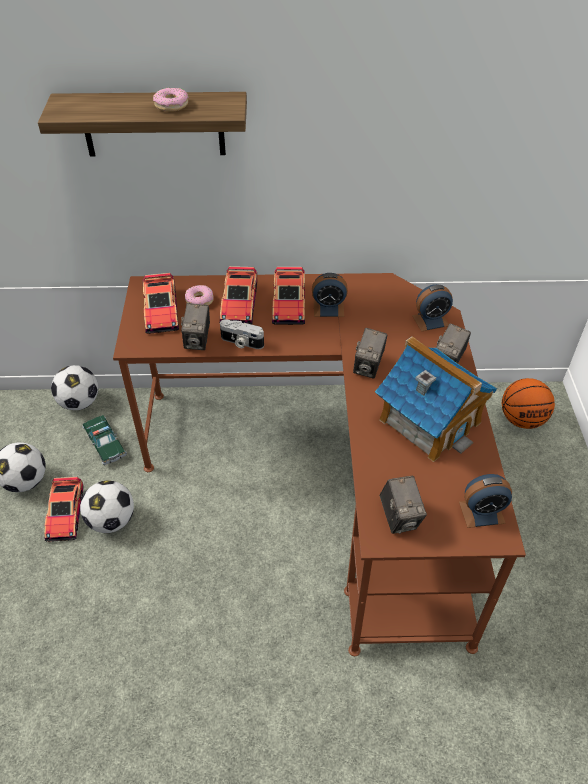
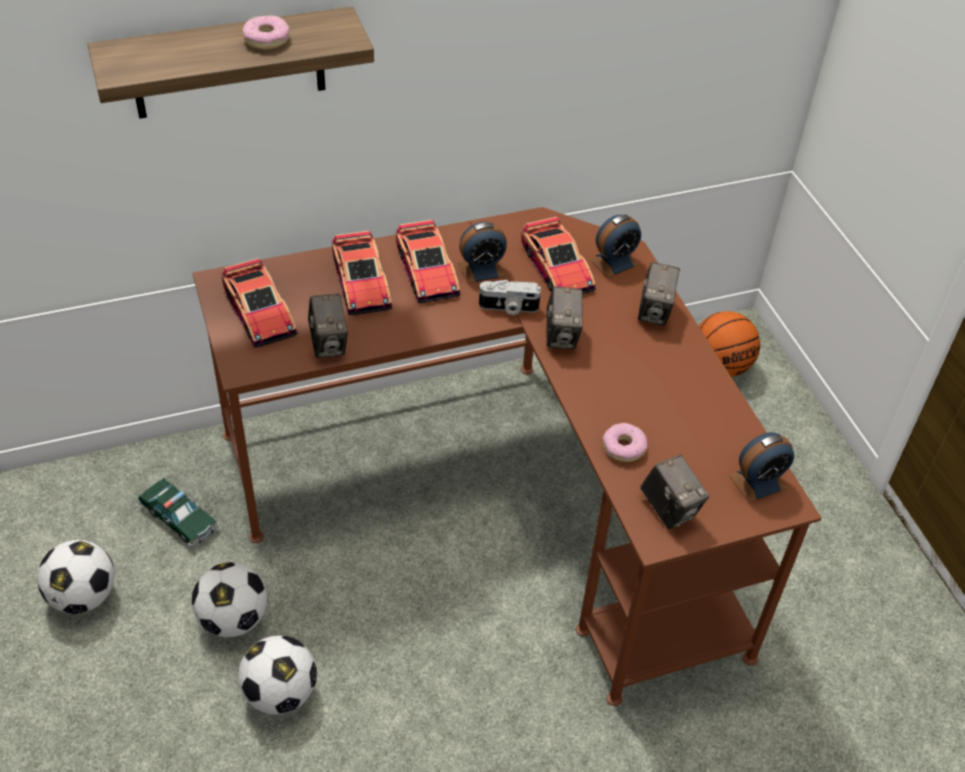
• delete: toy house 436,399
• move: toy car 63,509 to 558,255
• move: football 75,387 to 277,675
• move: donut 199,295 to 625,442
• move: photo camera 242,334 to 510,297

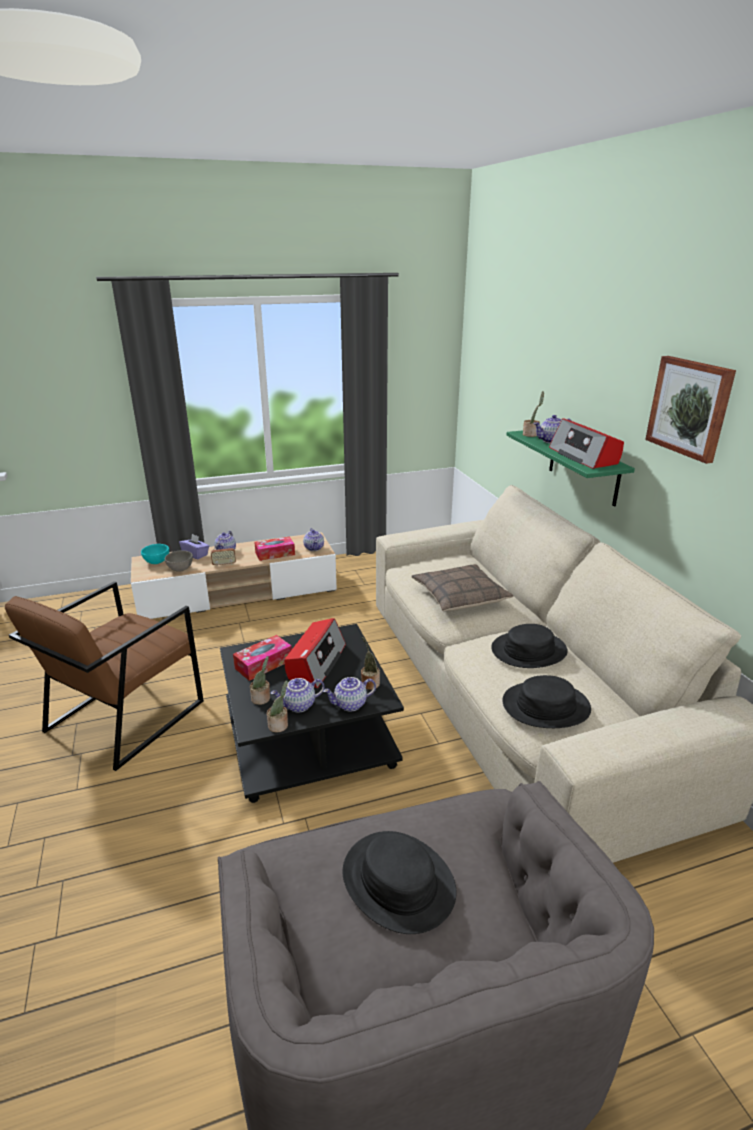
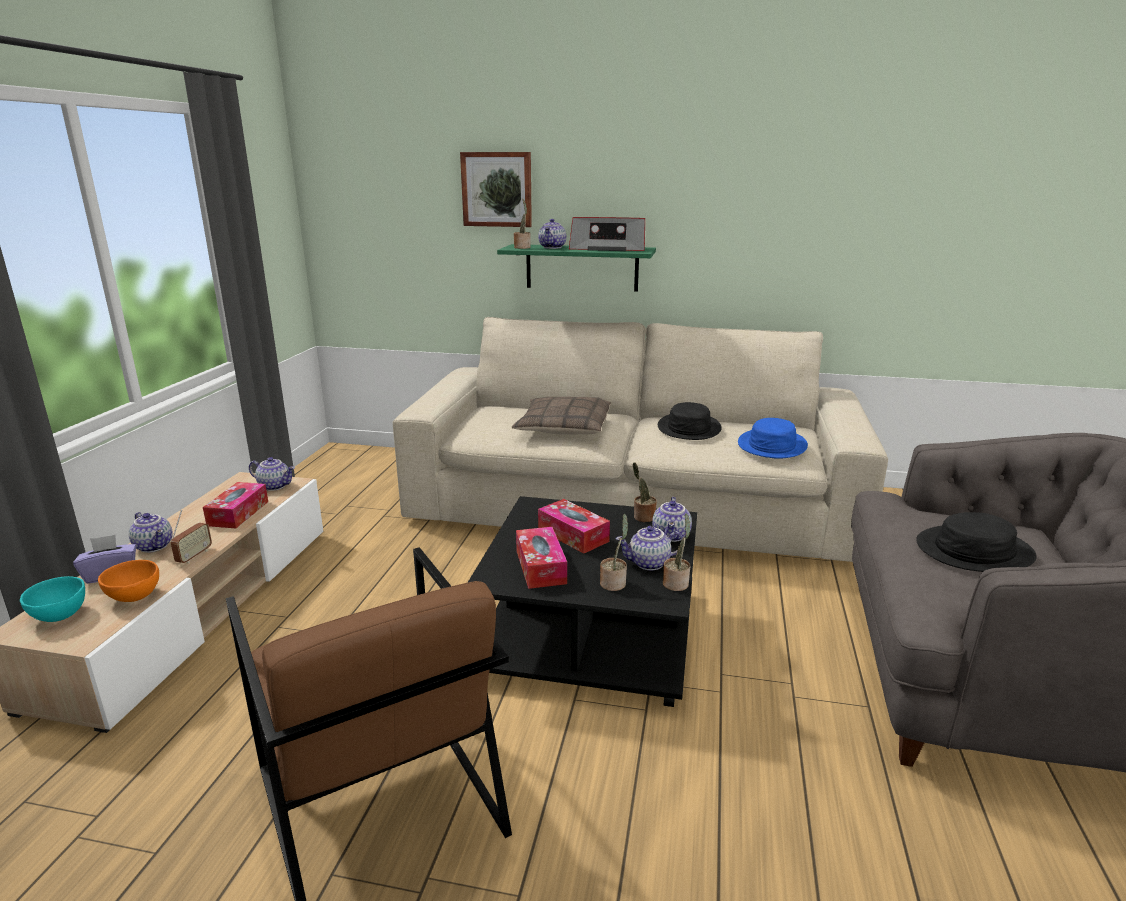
• move: picture 690,410 to 496,189
• replace: radio 315,653 to tissue box 574,526
• recolor: grey bowl 179,561 to orange bowl 128,581
• recolor: black hat 547,701 to blue hat 773,438
• rotate: teapot 298,695 = 649,548 75 degrees clockwise

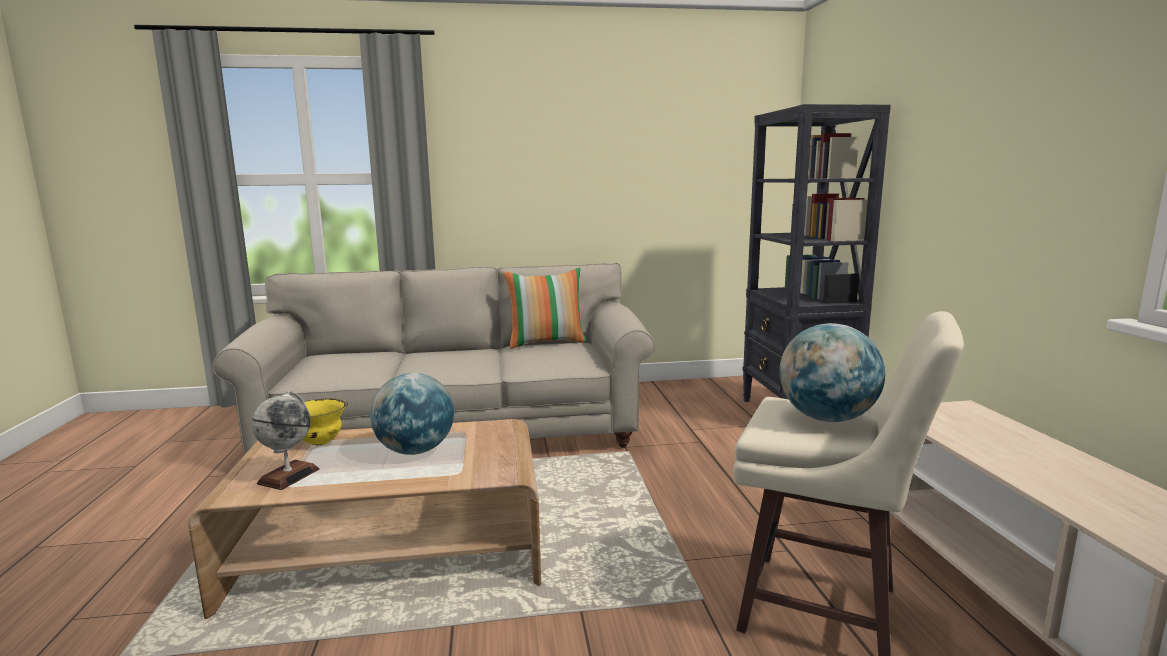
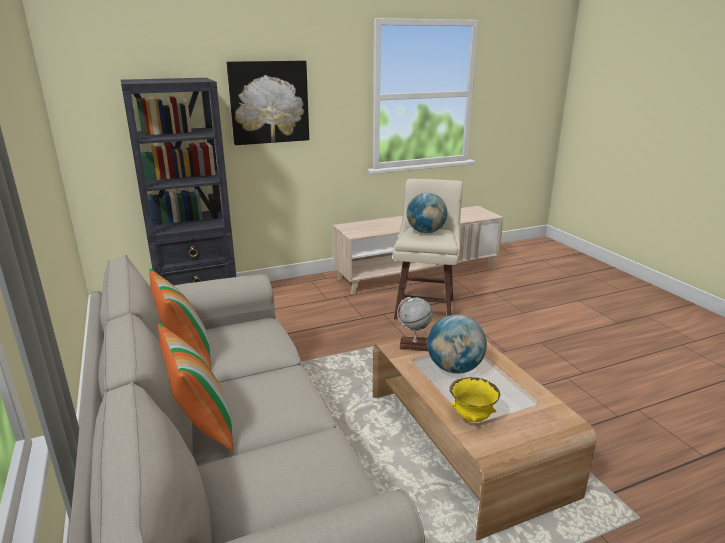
• insert: pillow 196,387
• insert: picture 268,103
• move: globe 285,440 to 415,324

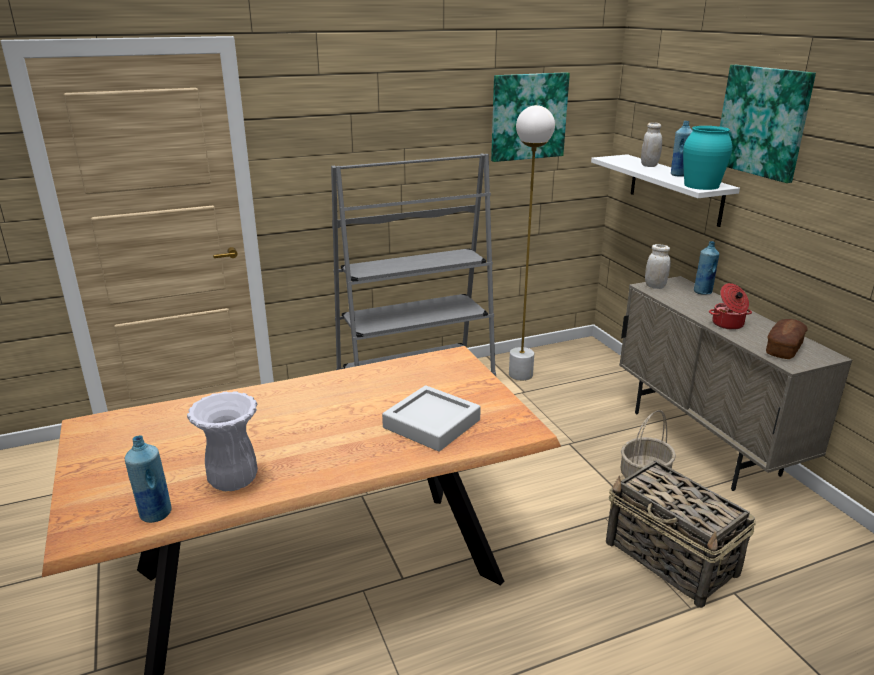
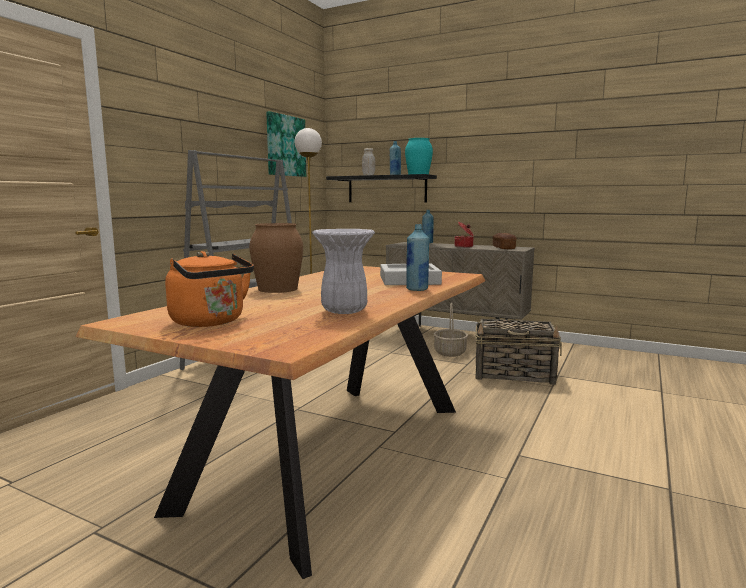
• delete: white jar 658,266
• delete: picture 768,124
• insert: orange kettle 209,289
• insert: brown vase 276,258
• move: blue bottle 148,479 to 417,257
• recolor: white shelf 665,190 to black shelf 381,188

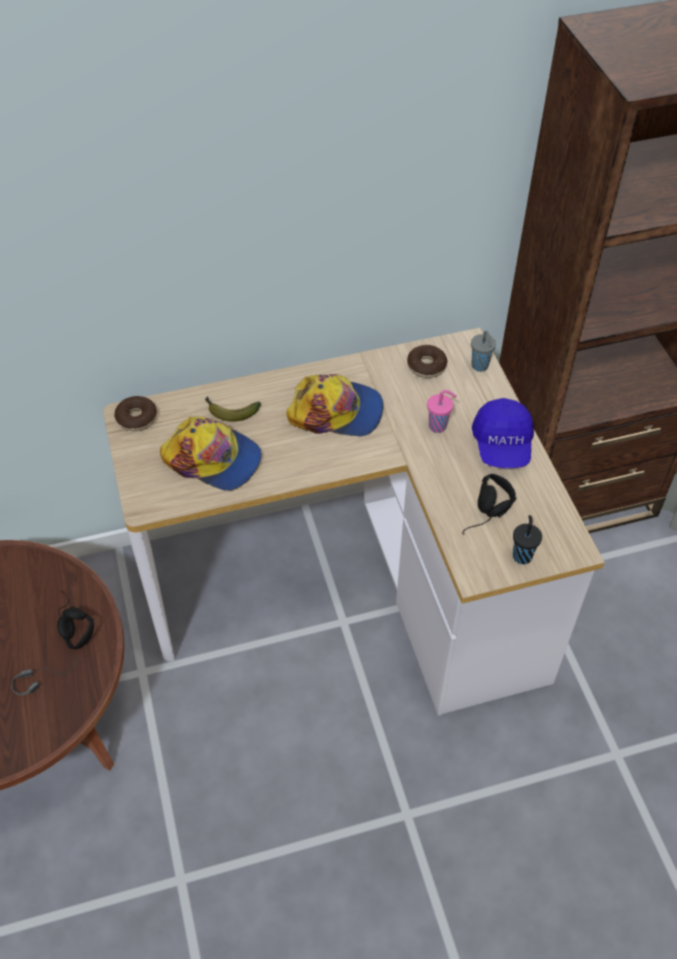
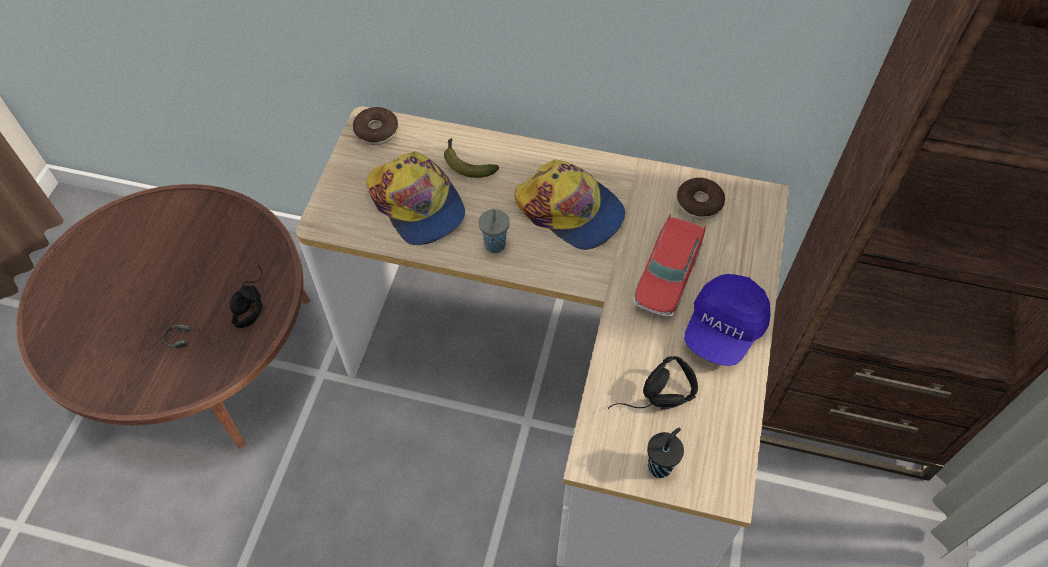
• move: grey cup 483,351 to 494,231
• replace: pink cup 442,411 to toy car 669,265

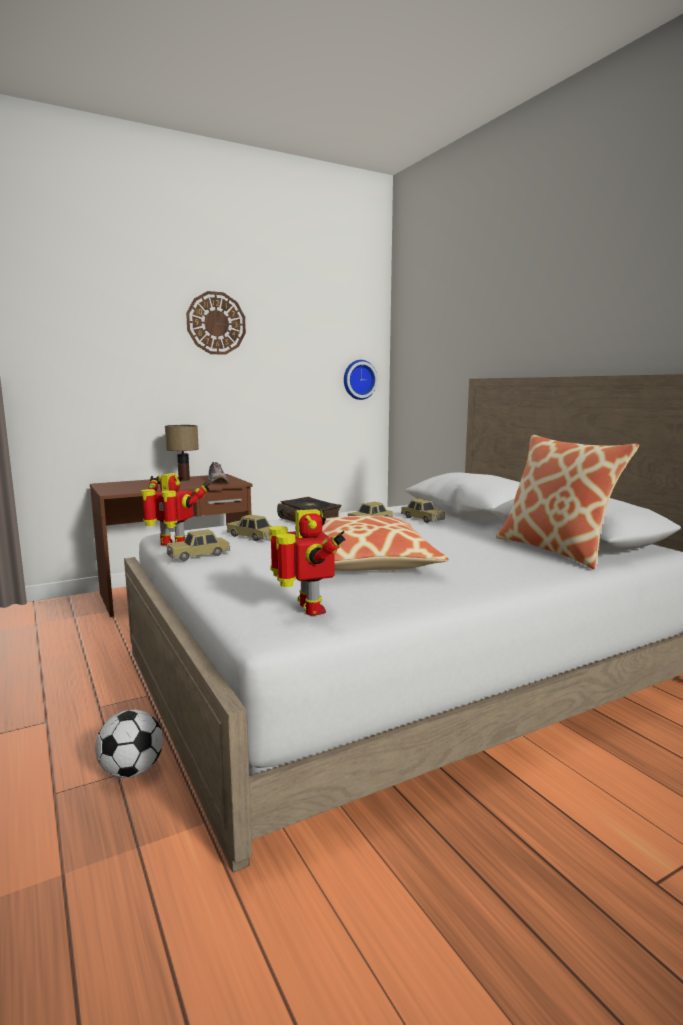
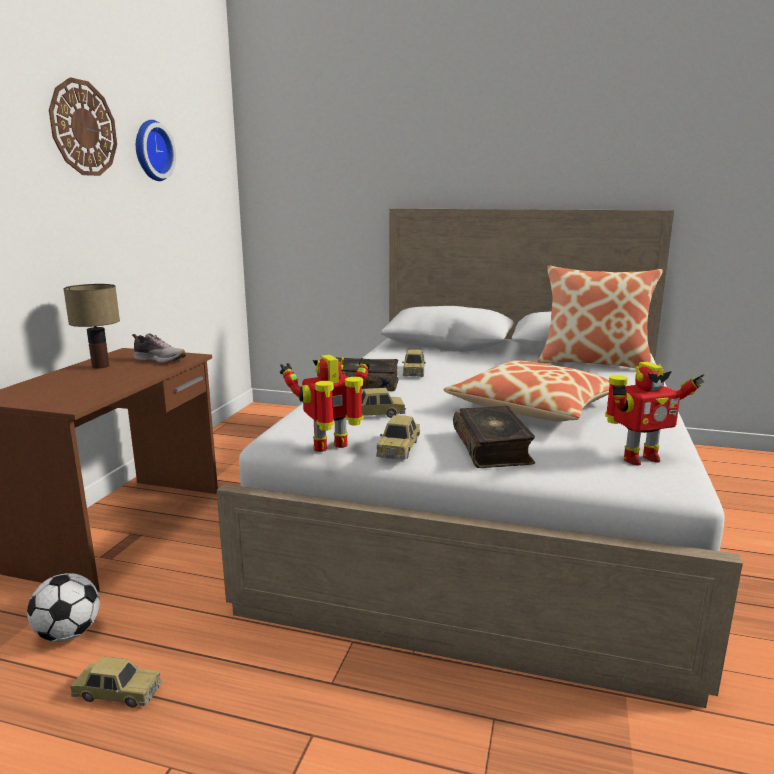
• insert: book 494,437
• move: football 129,744 to 63,607
• move: wall clock 361,380 to 156,150
• move: toy car 423,511 to 116,682
• rotate: toy robot 307,562 = 654,414 135 degrees clockwise

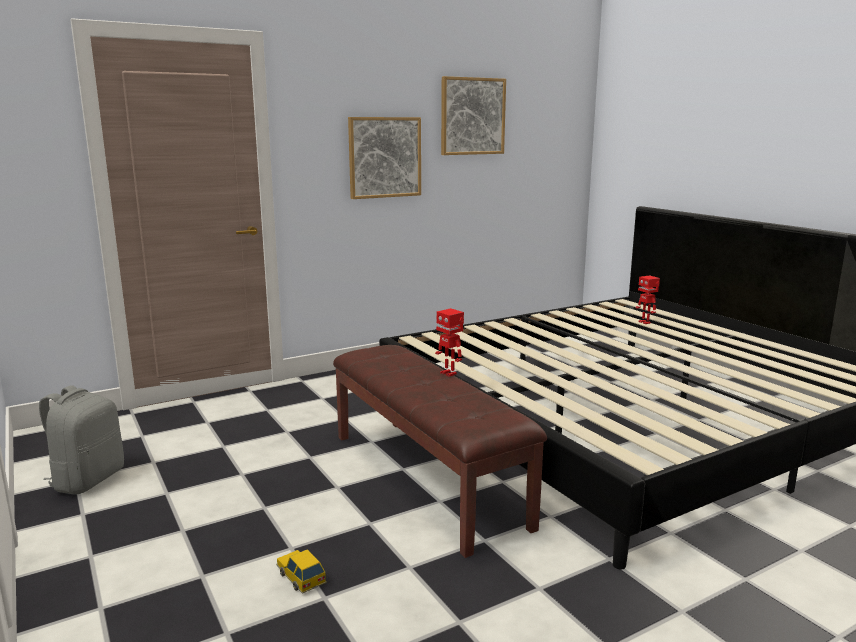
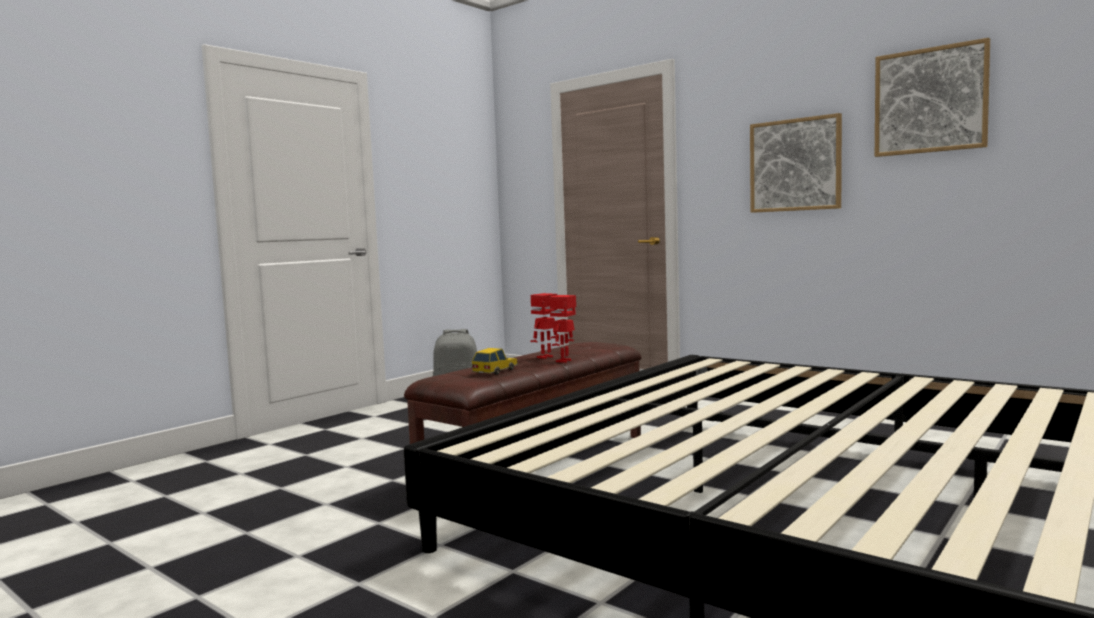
• move: toy car 301,571 to 495,361
• move: toy robot 648,300 to 544,326

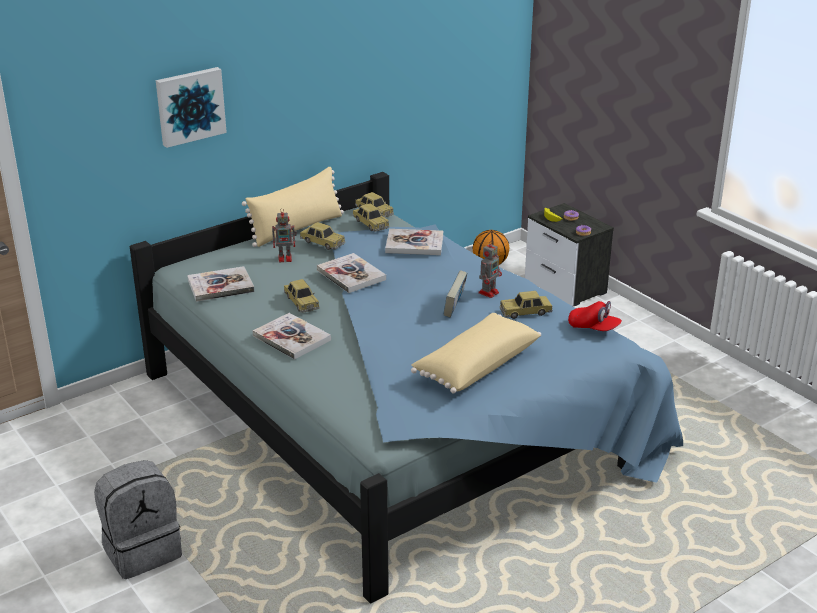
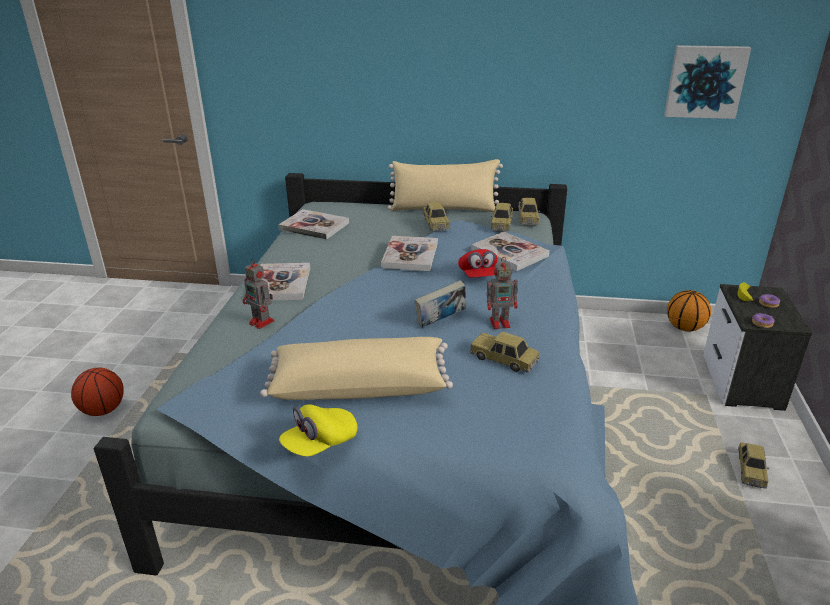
• insert: yellow cap 318,430
• move: picture 191,107 to 707,82
• move: toy robot 284,235 to 258,294
• move: toy car 301,296 to 753,465
• move: red cap 595,316 to 477,263
• replace: grey backpack 138,519 to basketball 97,392

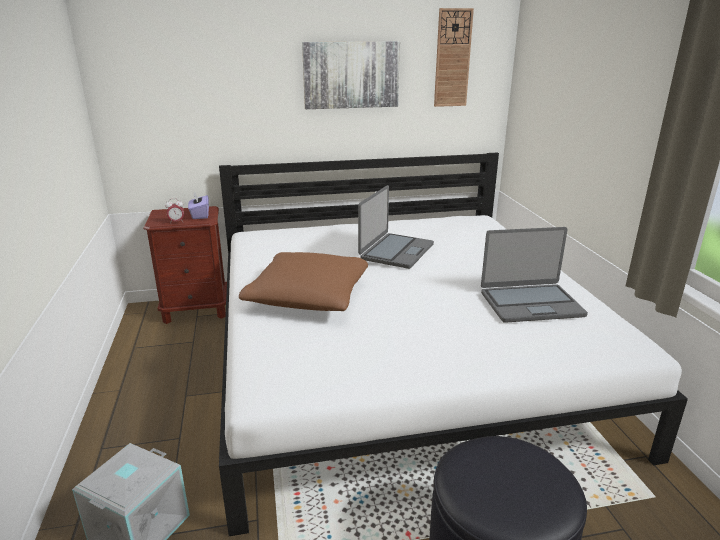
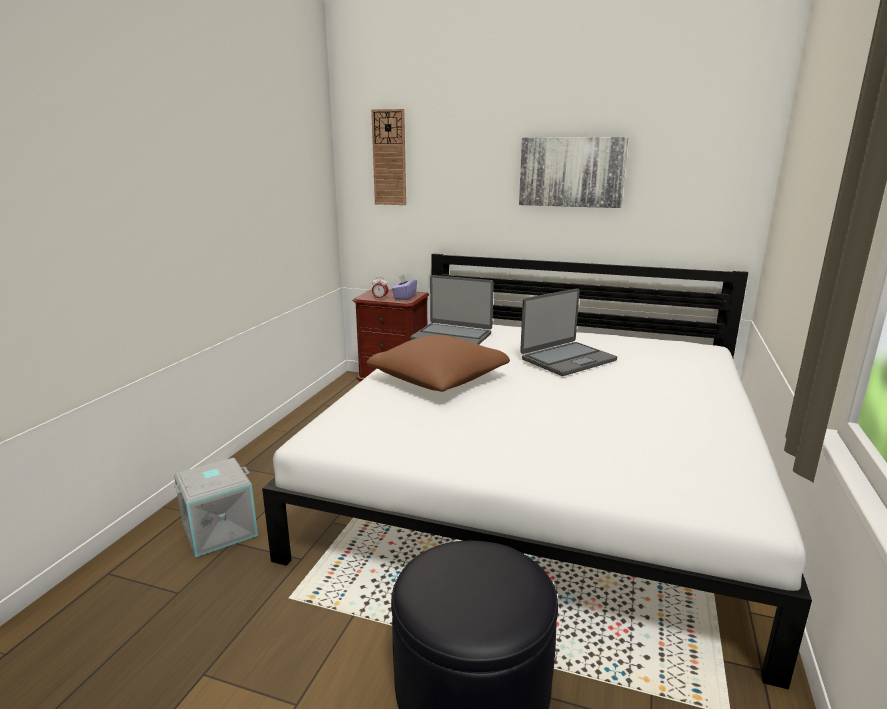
• move: wall clock 454,57 to 388,157
• move: laptop 534,275 to 452,310

